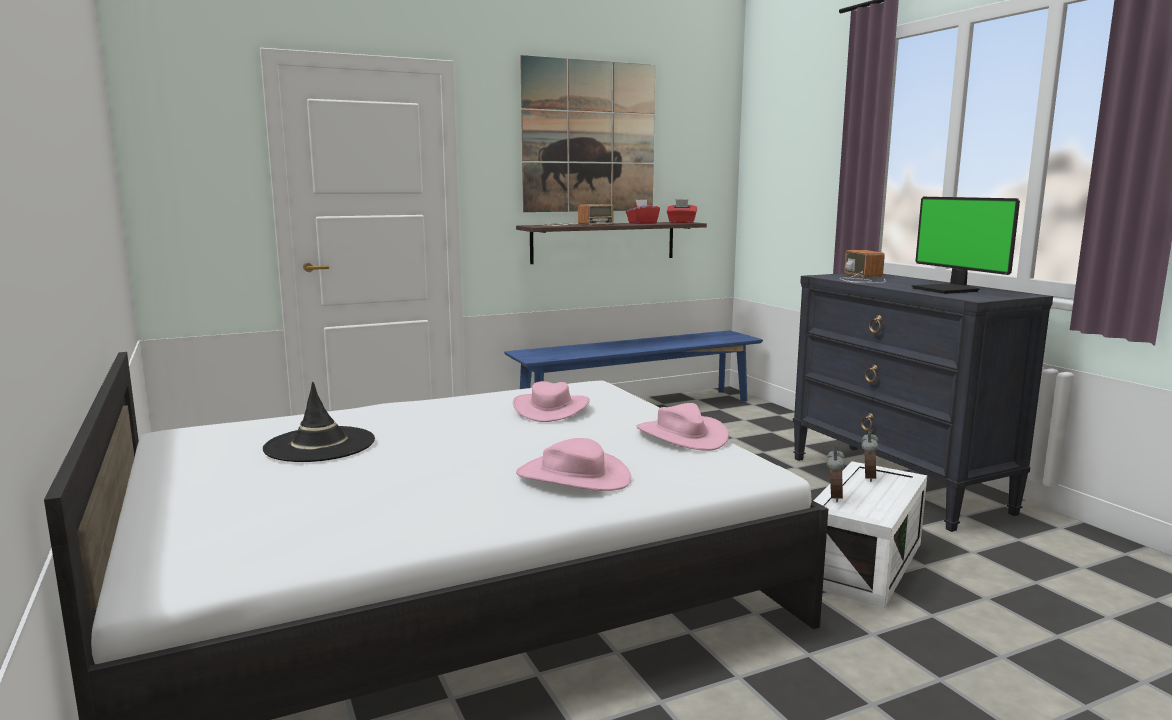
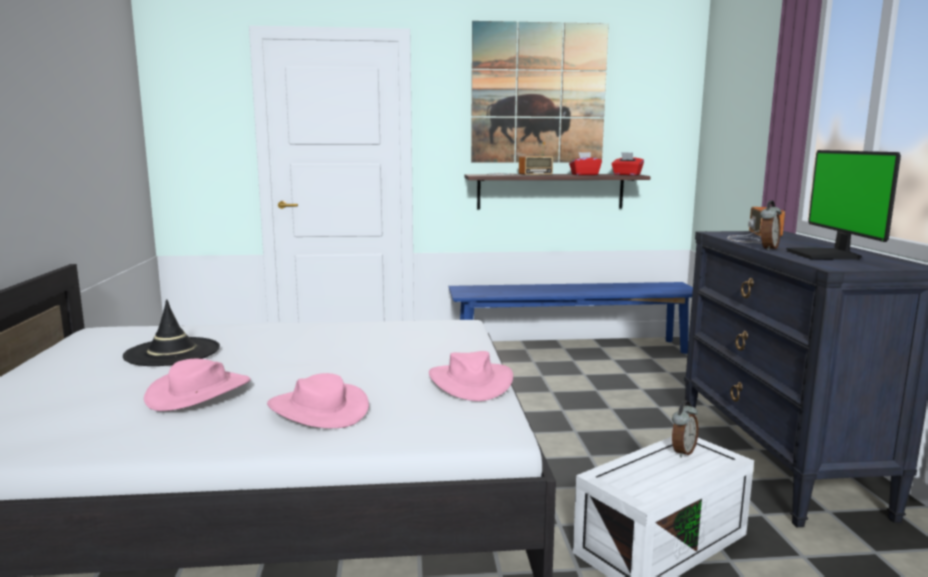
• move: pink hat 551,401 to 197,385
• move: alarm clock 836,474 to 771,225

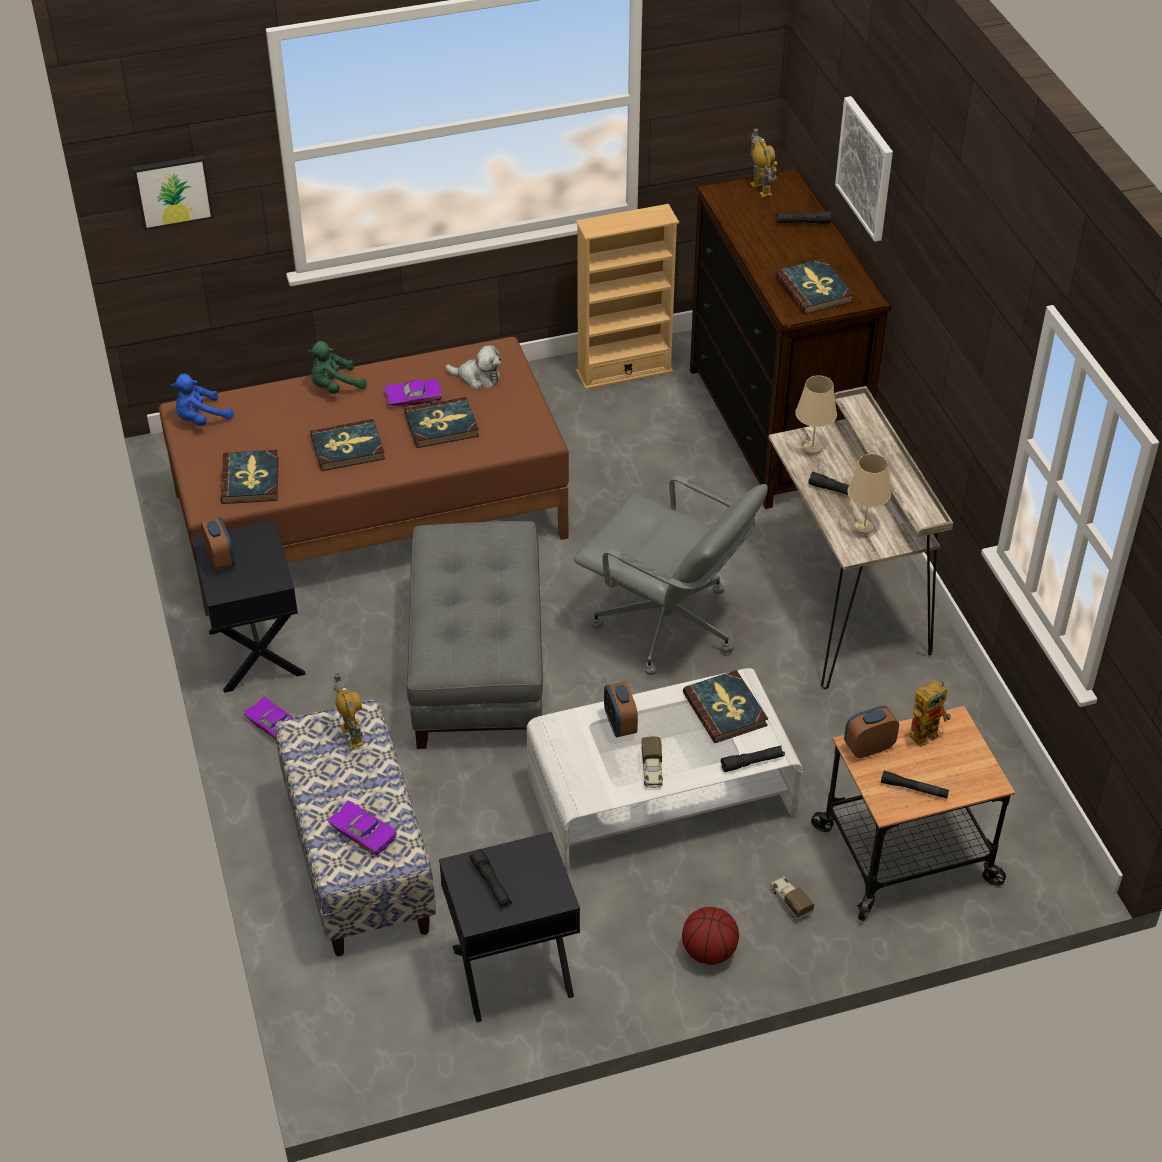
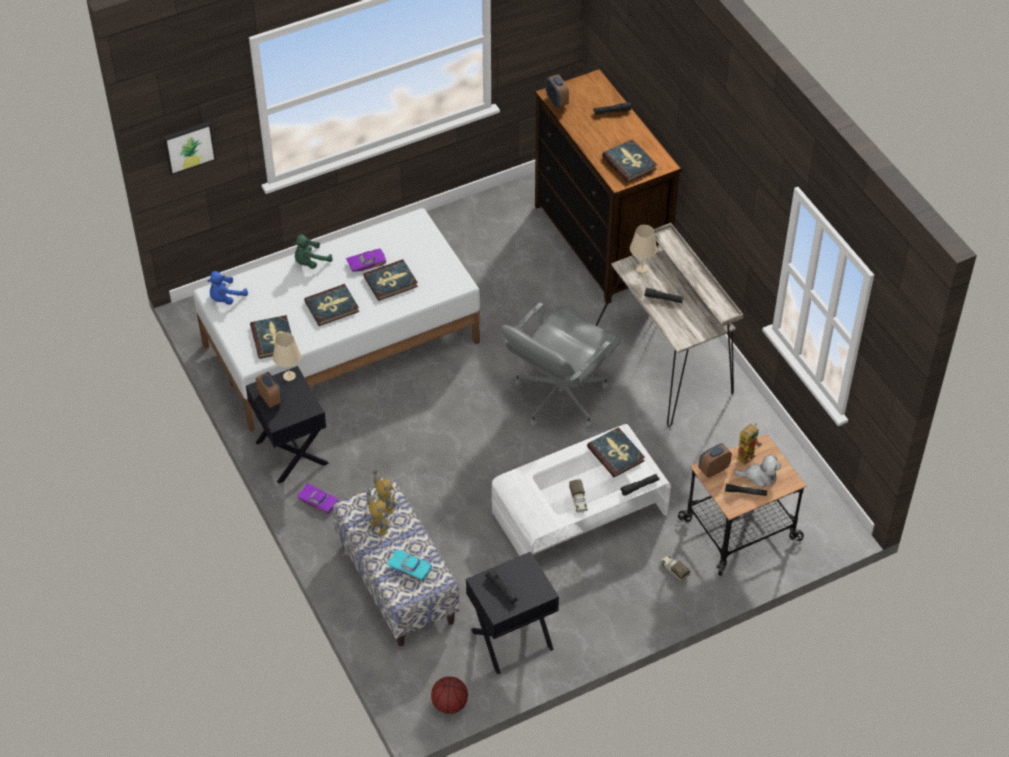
• delete: grey ottoman 475,635
• delete: beige bookcase 627,297
• delete: picture 864,169
• move: plush toy 473,367 to 758,471
• move: alarm clock 621,709 to 557,91
• move: basketball 710,936 to 449,695
• move: toy robot 764,163 to 378,513
• move: beige table lamp 869,494 to 287,356
• recolor: brown bed 364,476 to white bed 336,320
• recolor: purple toy car 362,827 to turquoise toy car 409,565
• rotate: grey office chair 671,575 = 561,365 105 degrees clockwise

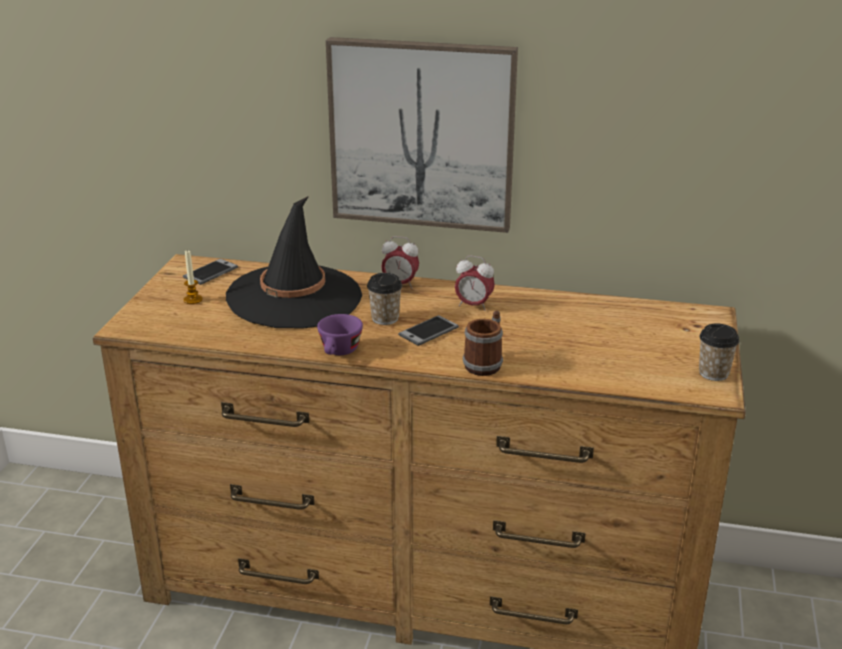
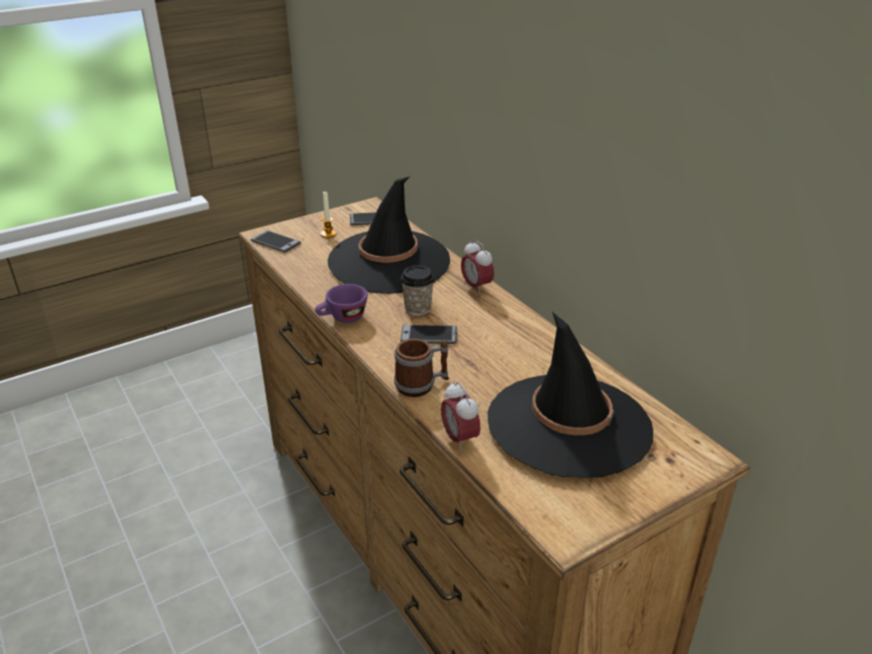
• delete: picture 422,135
• delete: cup 719,352
• insert: phone 276,241
• insert: black hat 570,395
• move: alarm clock 475,283 to 461,416

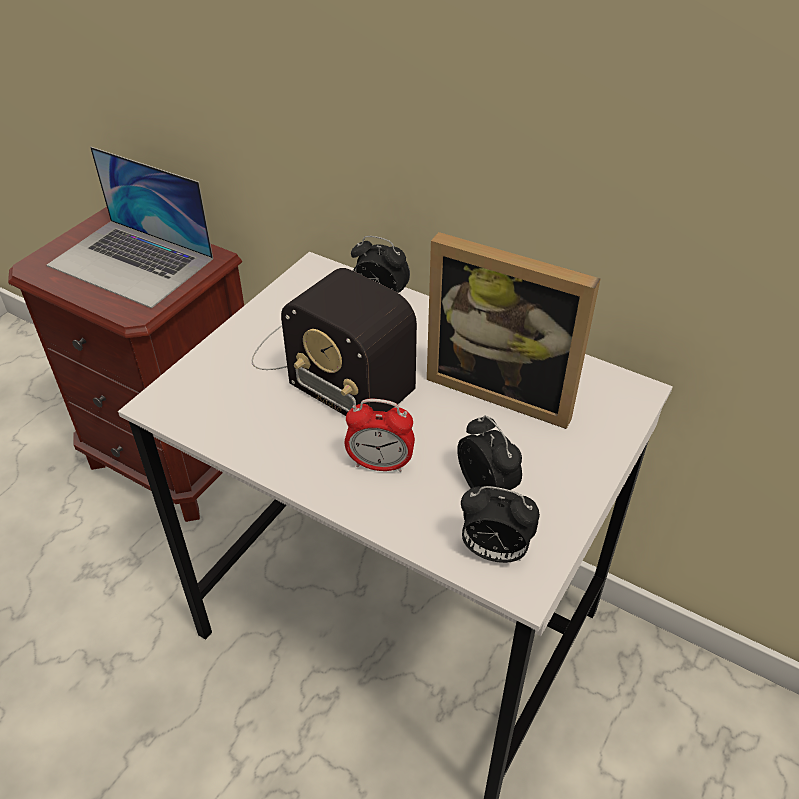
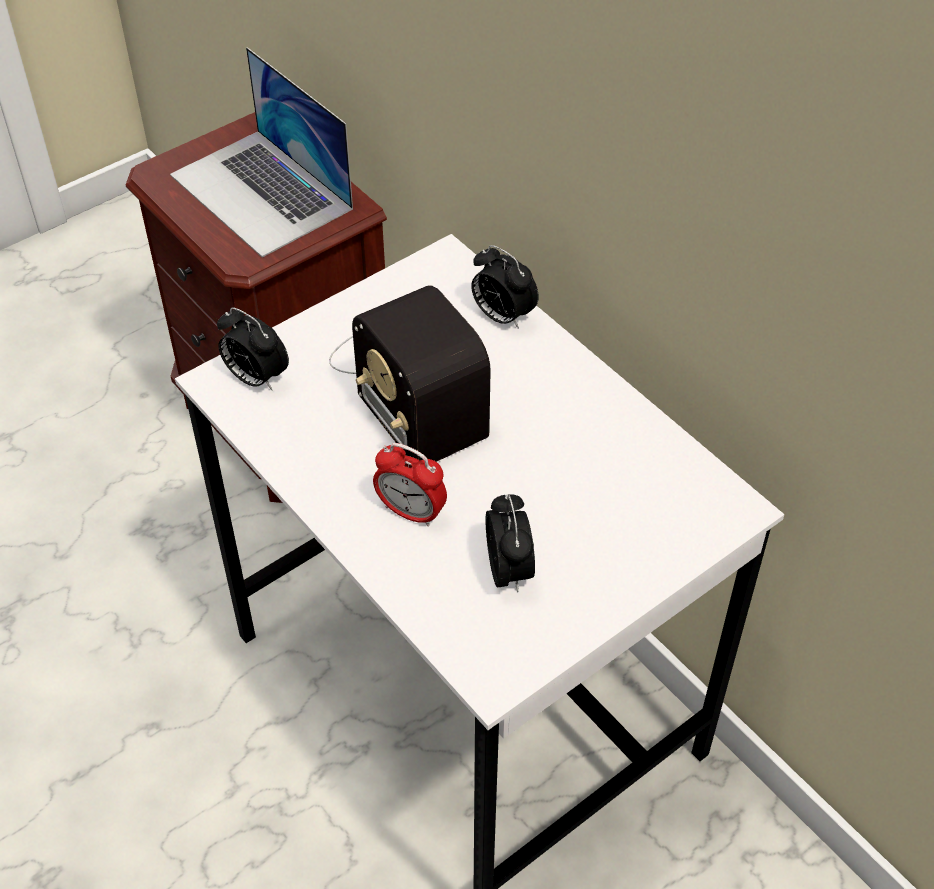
• delete: picture frame 514,330
• move: alarm clock 500,524 to 253,349

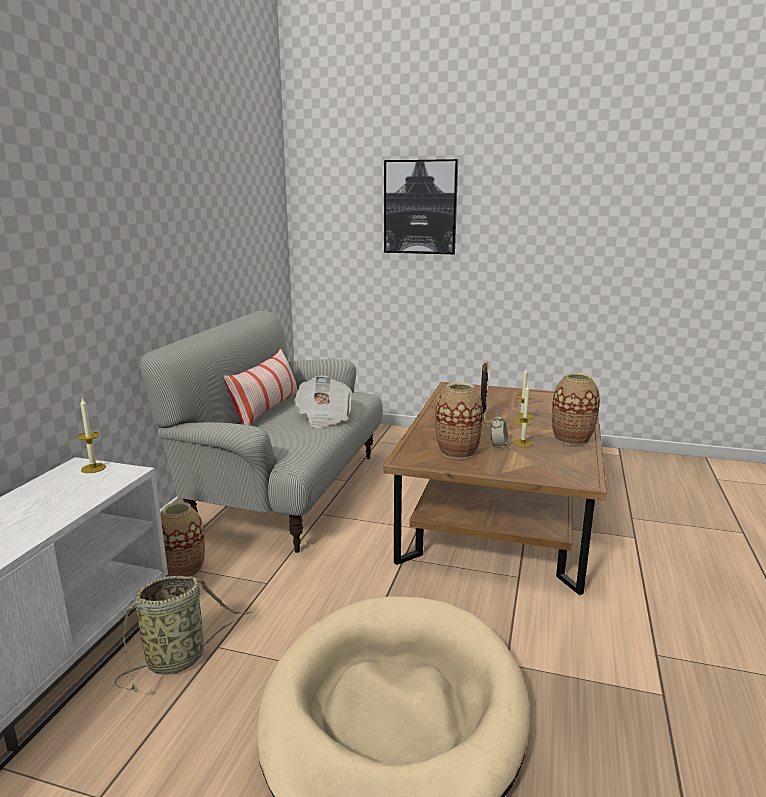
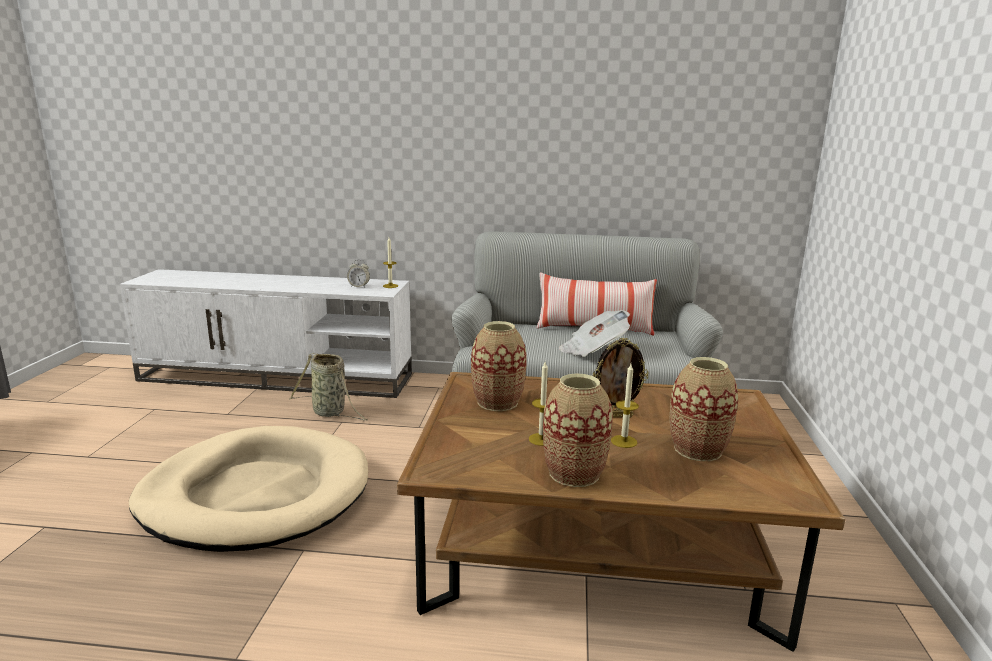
• delete: picture 421,206
• move: vase 182,539 to 704,409
• move: alarm clock 499,431 to 358,273

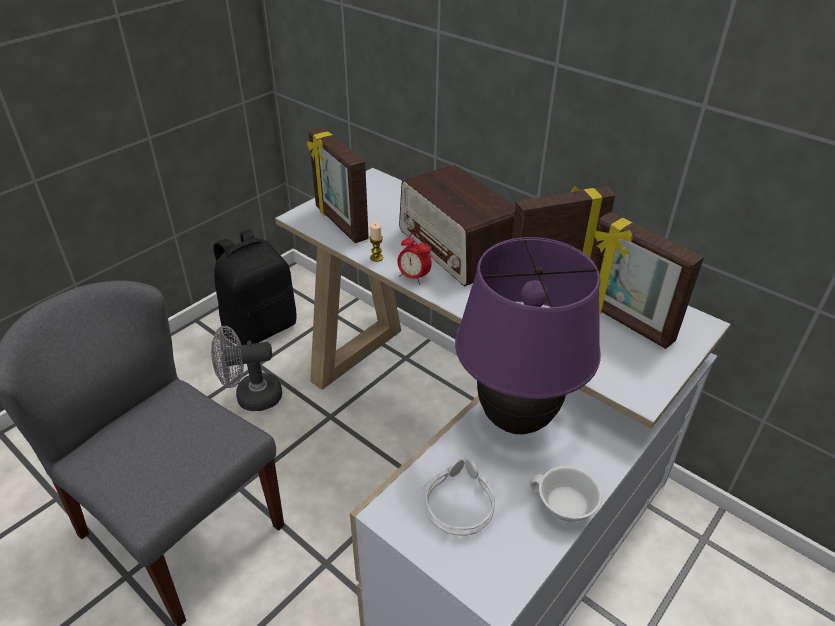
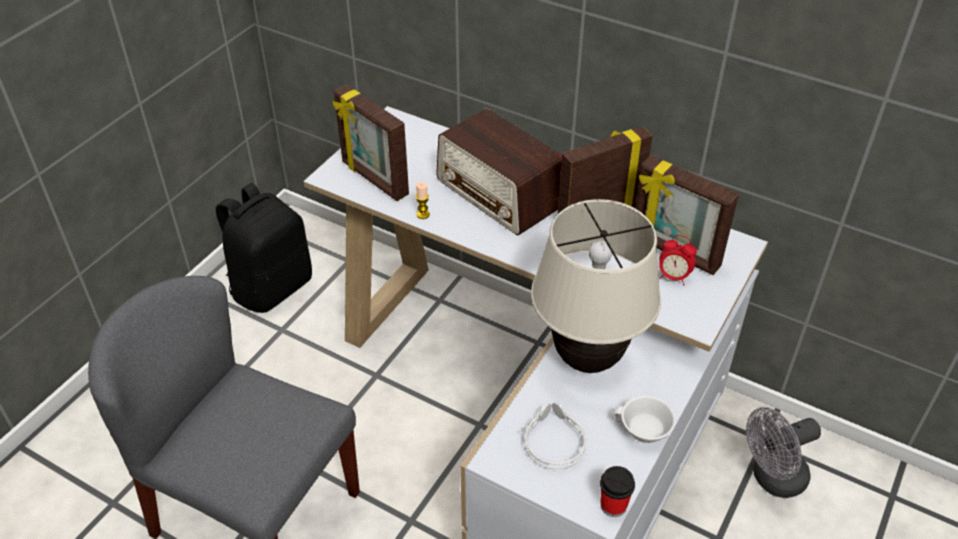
• insert: cup 617,491
• move: grey fan 246,368 to 783,452
• move: alarm clock 415,259 to 678,260
• recolor: purple table lamp 528,335 to beige table lamp 596,286

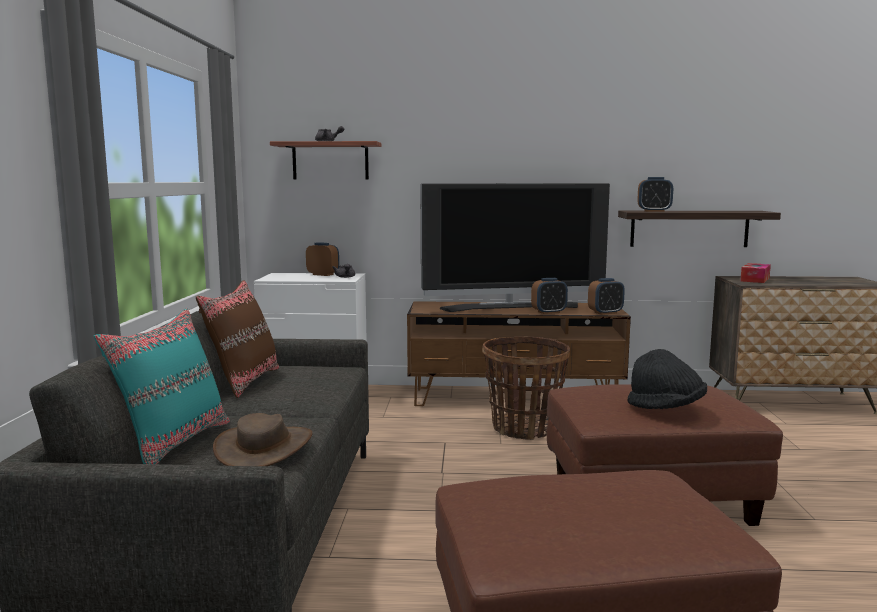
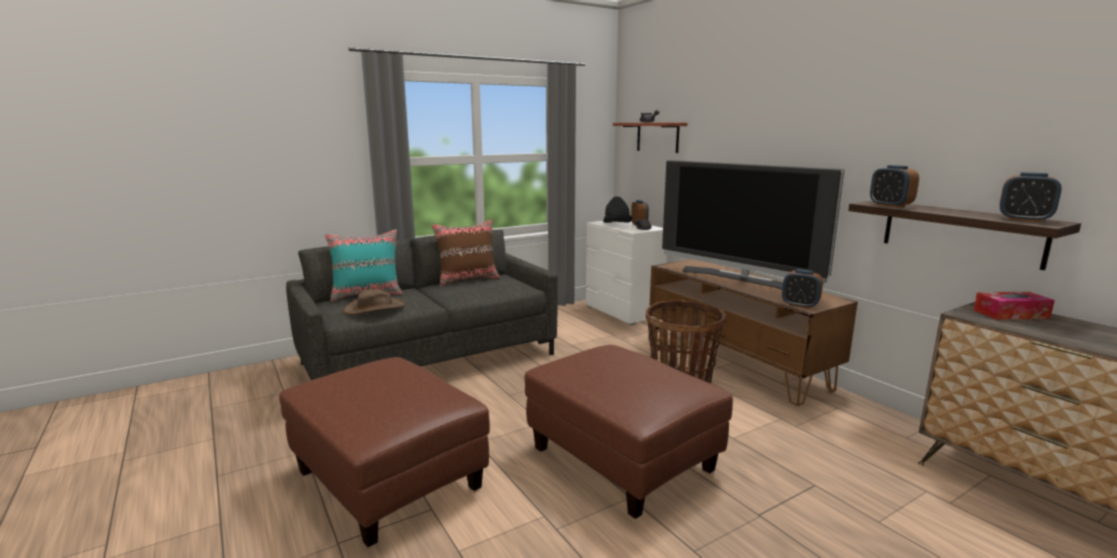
• move: alarm clock 549,296 to 1030,197
• move: black hat 667,379 to 617,209

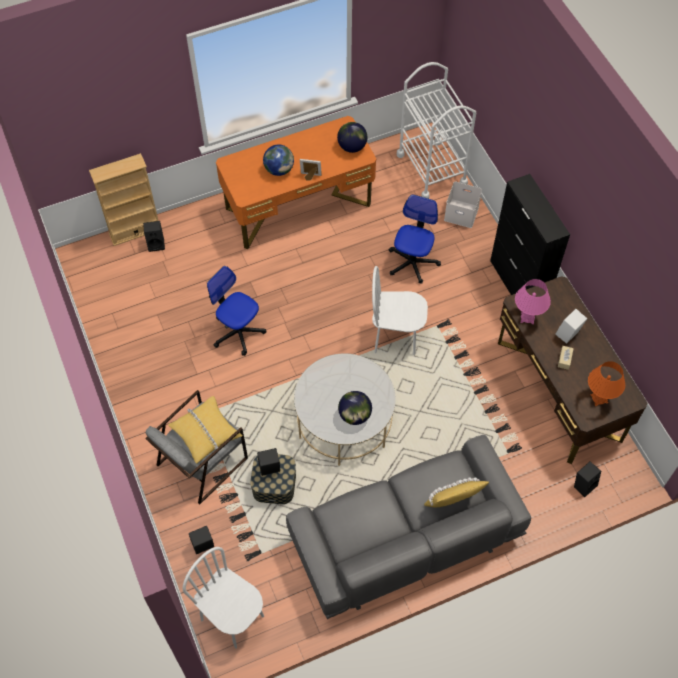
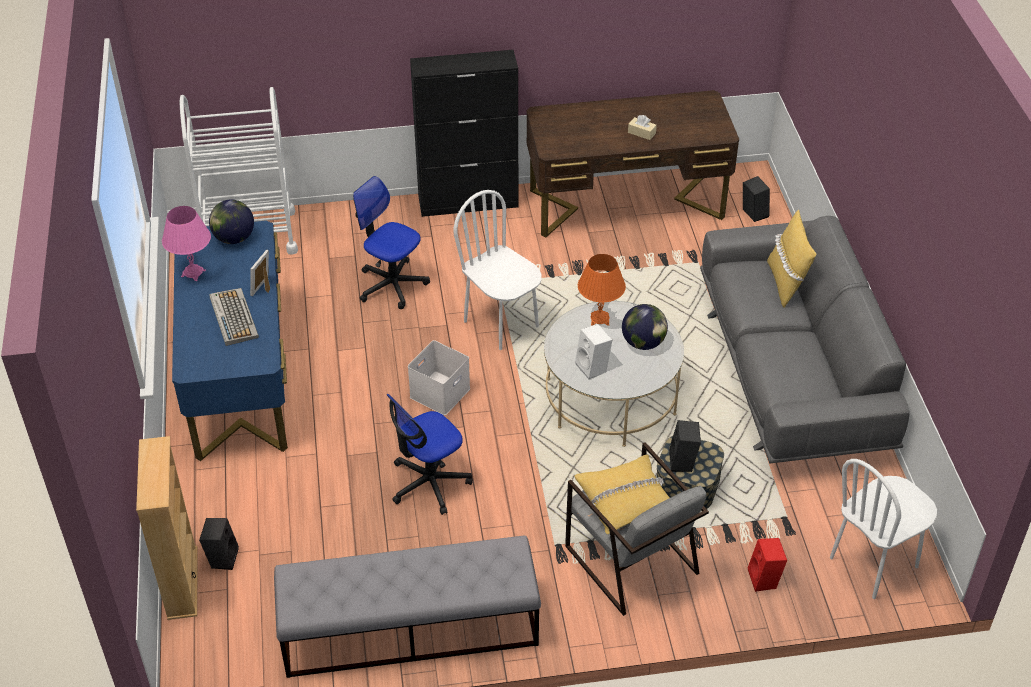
• insert: grey bench 407,607
• move: white storage box 463,204 to 439,377
• move: pink table lamp 533,301 to 186,243
• move: white speaker 571,326 to 593,351
• move: orange table lamp 606,383 to 602,290
• replace: globe 278,160 to keyboard 234,317
• recolor: black speaker 201,540 to red speaker 767,565
• recolor: orange desk 296,182 to blue desk 230,341
• rotate: white chair 400,310 = 498,270 120 degrees clockwise

